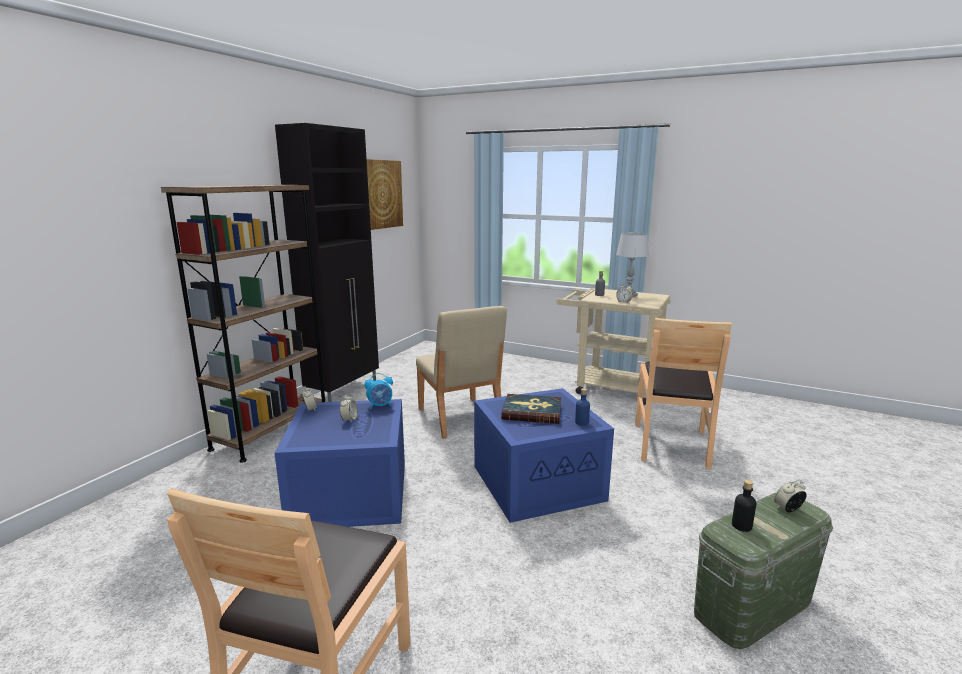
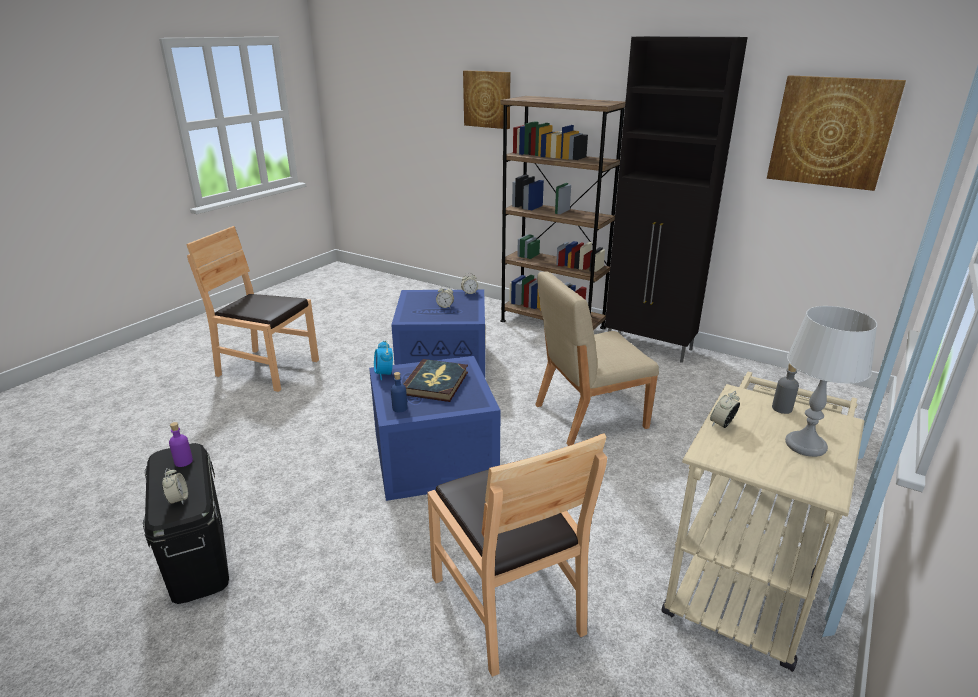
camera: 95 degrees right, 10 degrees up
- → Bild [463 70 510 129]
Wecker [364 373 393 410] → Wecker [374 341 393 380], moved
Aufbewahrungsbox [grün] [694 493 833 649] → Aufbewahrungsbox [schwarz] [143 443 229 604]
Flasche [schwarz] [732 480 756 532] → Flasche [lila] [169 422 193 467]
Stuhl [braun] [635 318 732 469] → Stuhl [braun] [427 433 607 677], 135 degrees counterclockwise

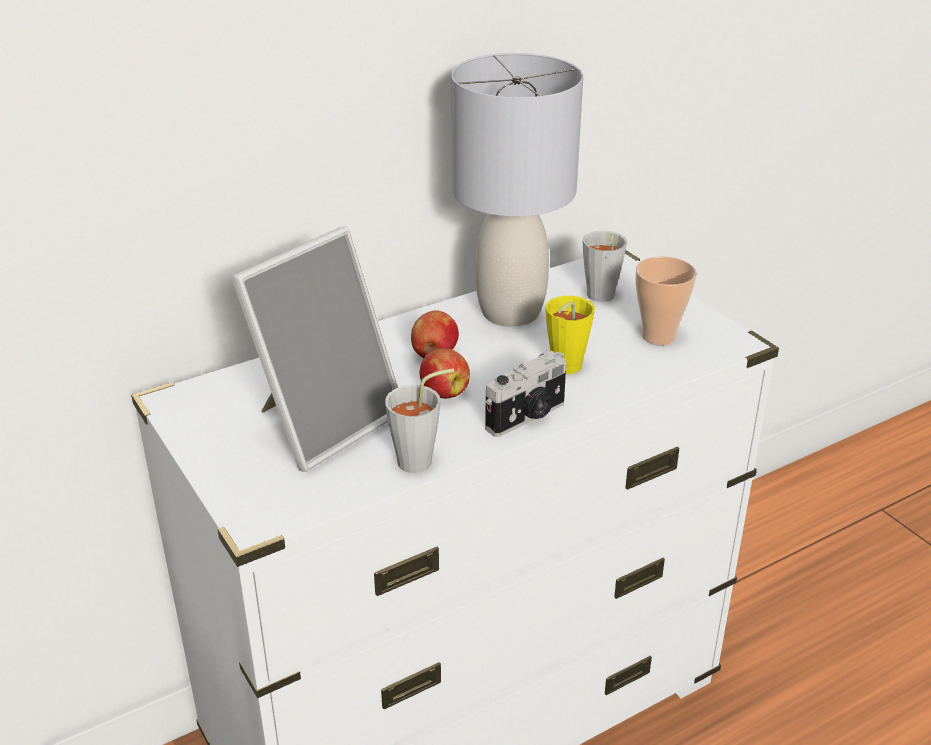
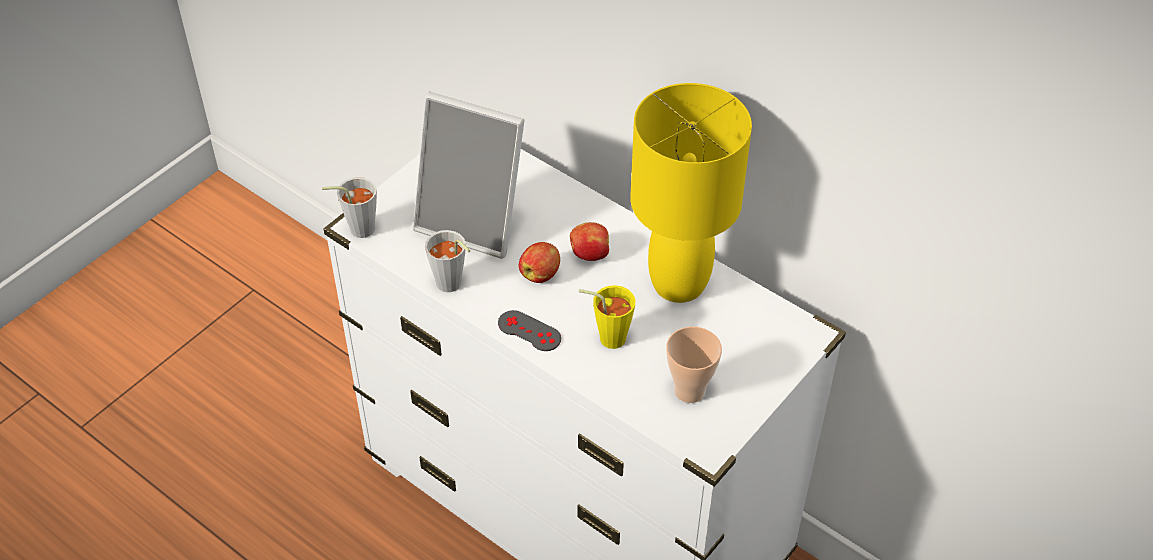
camera: 70 degrees right, 15 degrees up
Tasse [grau] [582 231 627 302] → Tasse [grau] [322 177 377 238], moved
Kamera [485 351 566 437] → Gamepad [grau] [498 310 561 351]
Tischlampe [grau] [451 53 583 327] → Tischlampe [gelb] [631 83 752 303]

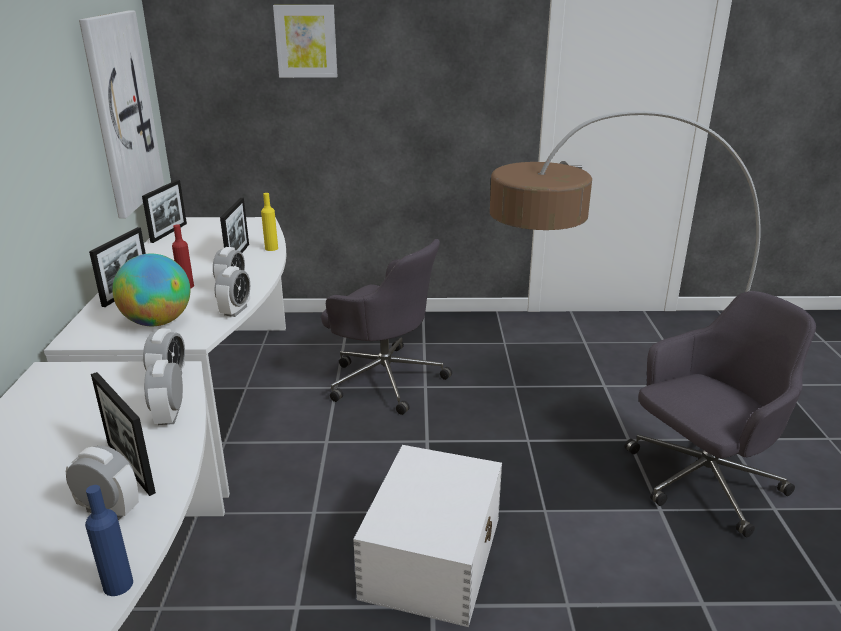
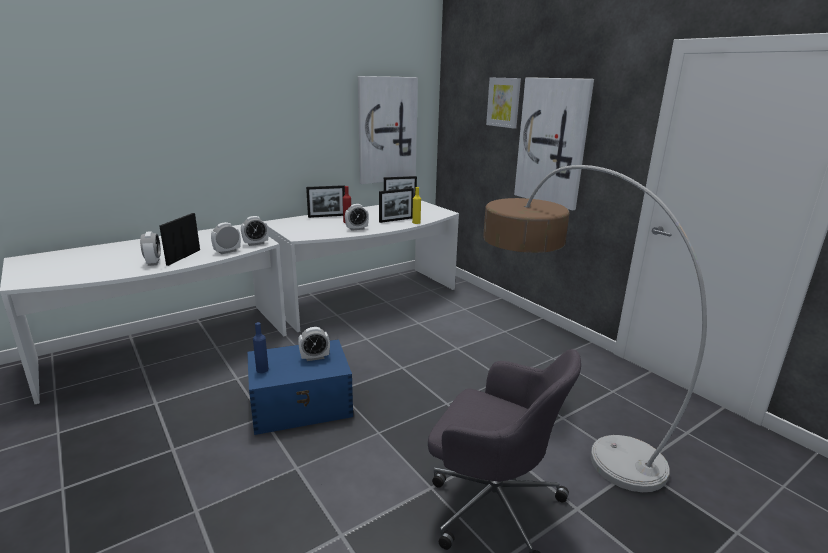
camera: 55 degrees right, 5 degrees down
Globus [112 254 190 326] → -
Bürostuhl [grau] [321 239 452 415] → -
- → Bild [514 77 594 210]
Flasche [blau] [85 485 133 596] → Flasche [blau] [253 322 269 373], moved
Wecker [215 266 250 317] → Wecker [298 327 330 361], moved
Aufbewahrungsbox [weiß] [353 445 502 627] → Aufbewahrungsbox [blau] [247 339 353 435]

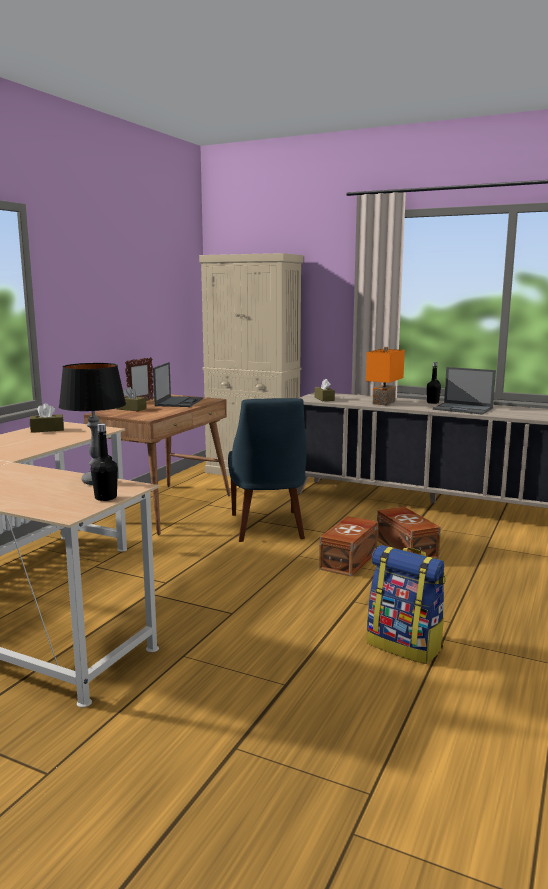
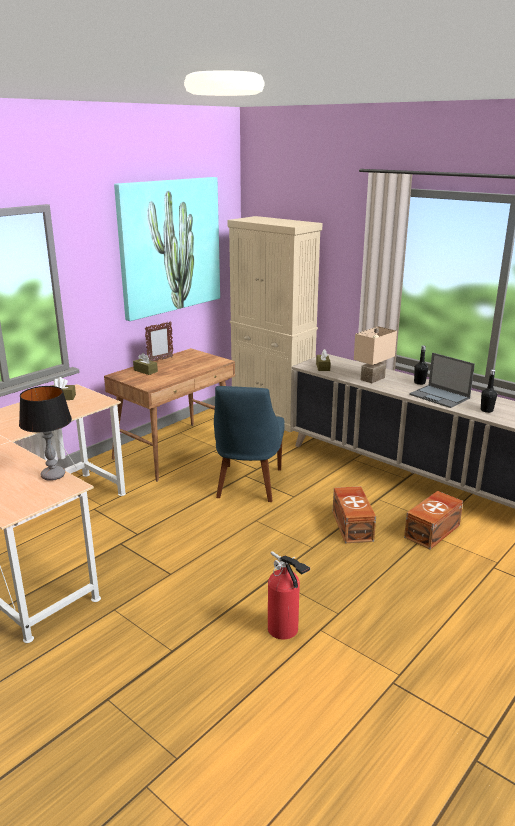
camera: 15 degrees right, 10 degrees up
Laptop [153 362 203 407] → -
- → Bild [114 177 220 321]
Flasche [schwarz] [91 423 118 501] → Flasche [schwarz] [481 369 497 413], moved
Aufbewahrungsbox [braun] [319 516 378 577] → Aufbewahrungsbox [braun] [404 491 463 549], moved
Rucksack [367 545 446 664] → Feuerlöscher [268 551 310 639]
Tischlampe [orange] [366 347 405 405] → Tischlampe [beige] [354 326 397 383]

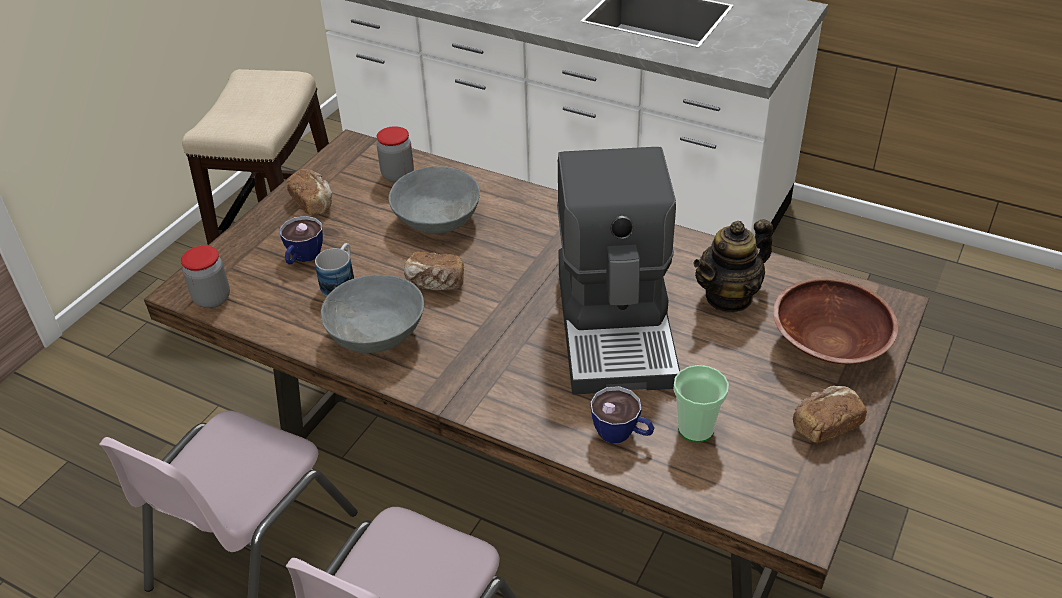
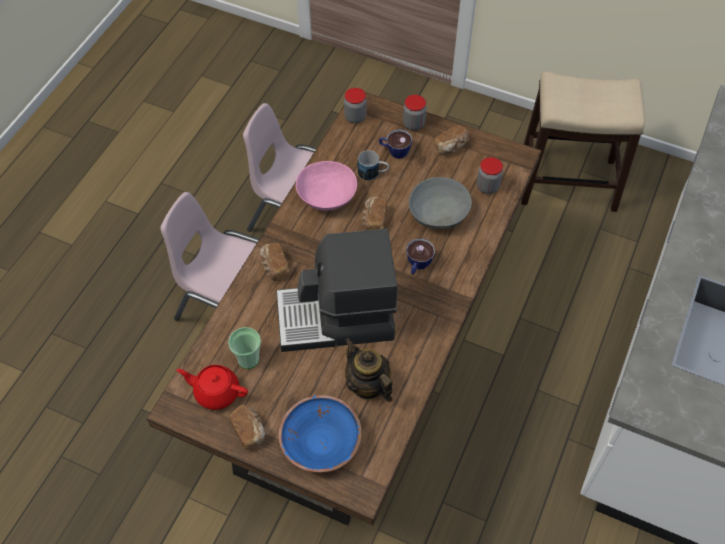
camera: 85 degrees right, 15 degrees up
- → Teekanne [rot] [177 365 248 410]
- → Brot [260 243 290 281]
- → Vorratsglas [403 95 426 131]
Tasse [590 386 654 443] → Tasse [406 239 435 275], moved
Schüssel [grau] [321 275 424 353] → Schüssel [rosa] [296 161 357 211]
Schüssel [braun] [773 277 898 364] → Schüssel [blau] [278 395 362 472]

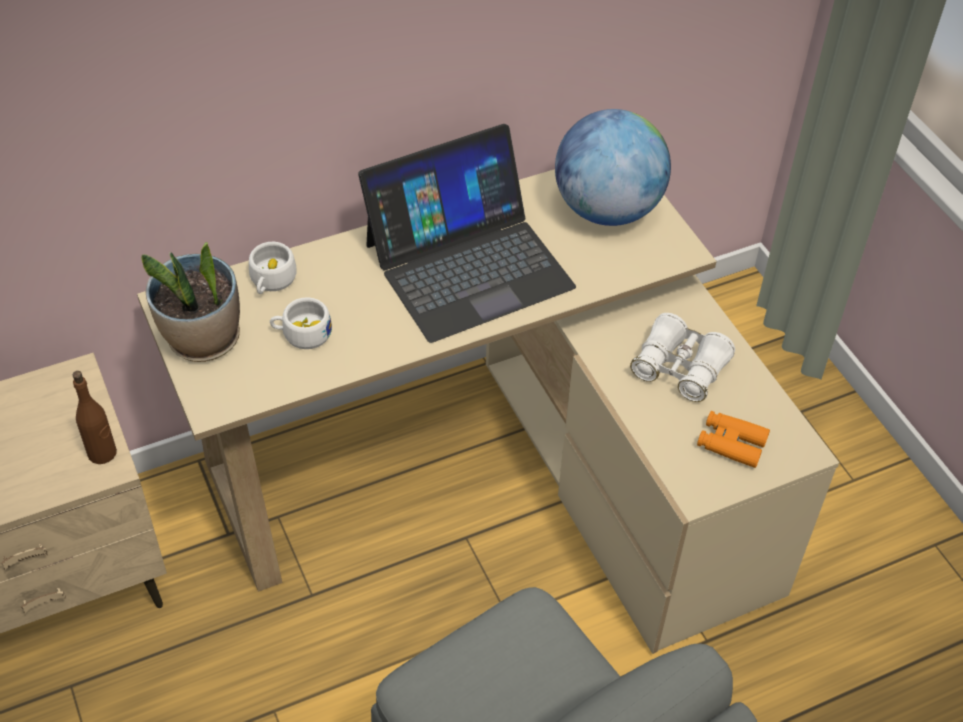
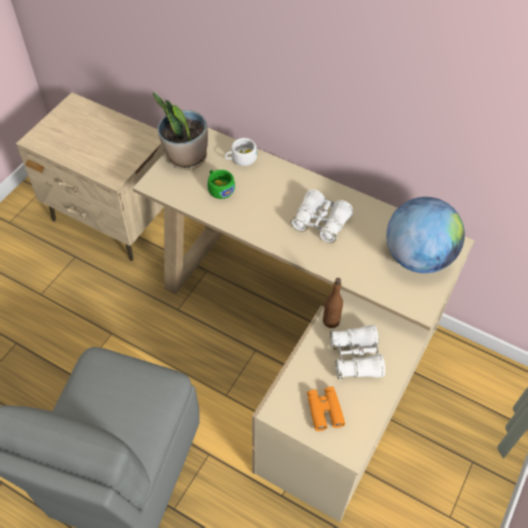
camera: 55 degrees right, 5 degrees up
Flasche [braun] [73 371 117 464] → Flasche [braun] [323 278 343 328], moved
Laptop [358 124 576 343] → Fernglas [weiß] [291 189 353 243]
Tasse [weiß] [270 297 332 349] → Tasse [grün] [208 170 235 199]

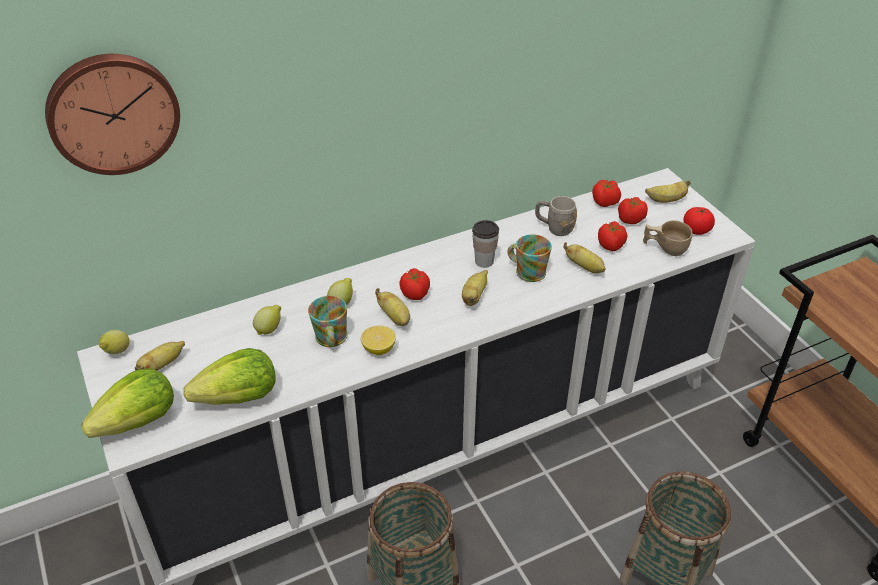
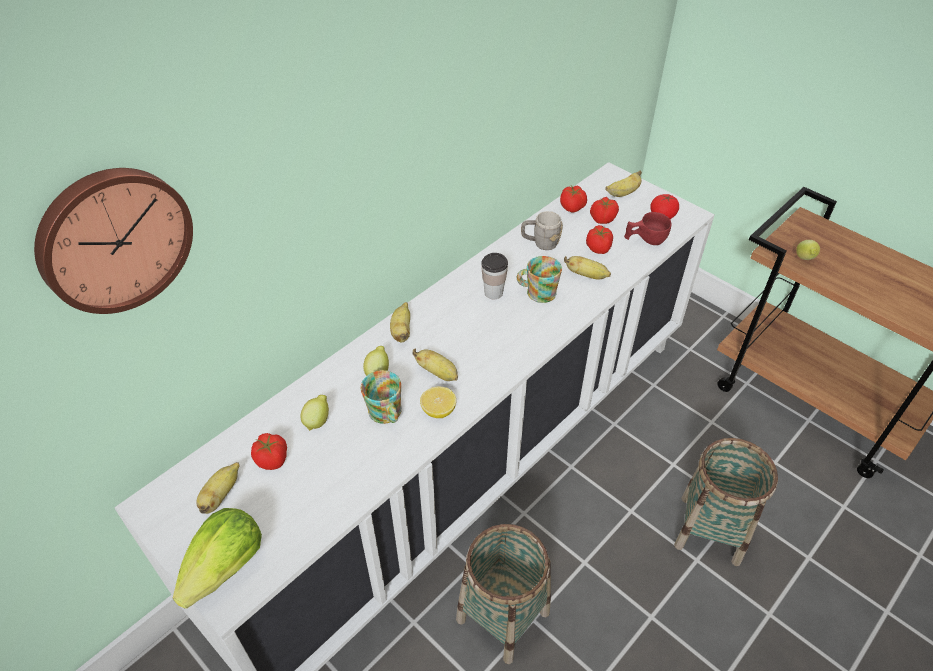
camera: 20 degrees left, 5 degrees up
Salatkopf [184 348 276 405] → -
Zitrone [99 330 130 354] → Zitrone [796 240 820 260], moved
Tomate [399 268 430 300] → Tomate [251 433 287 470], moved
Banane [462 270 488 306] → Banane [390 302 410 342], moved
Tasse [beige] [643 220 692 256] → Tasse [rot] [624 212 671 245]

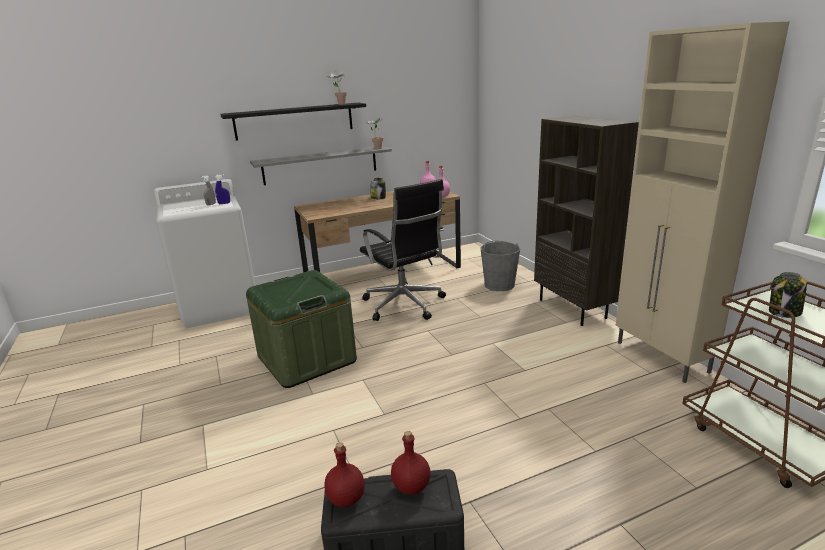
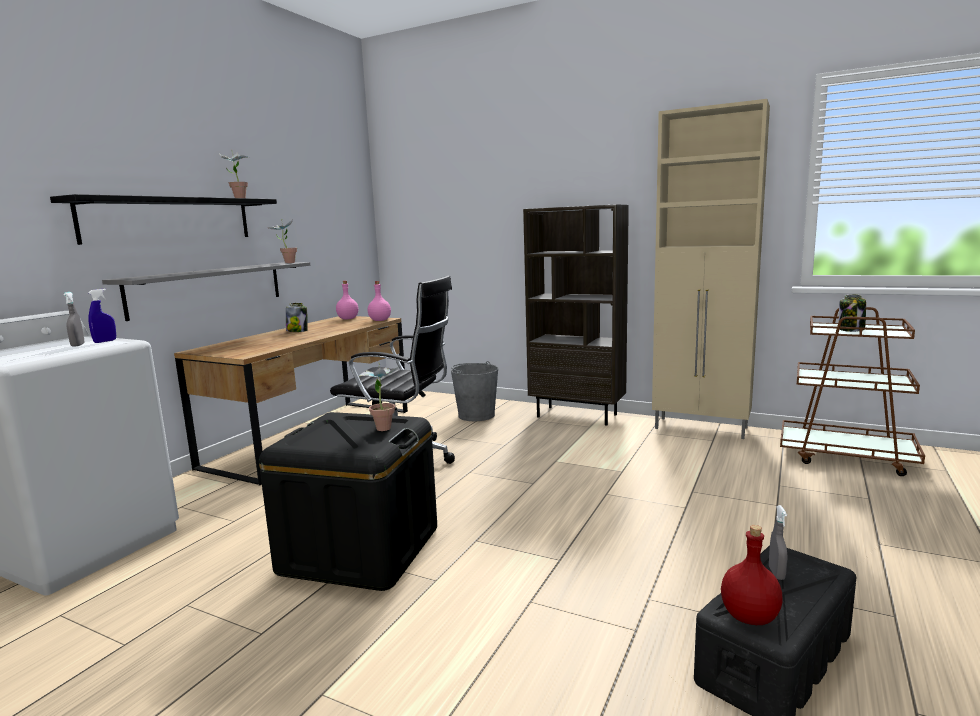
camera: 40 degrees left, 10 degrees down
- → Topfpflanze [358 363 398 431]
Flasche [rot] [391 431 431 495] → Sprühflasche [grau] [769 505 787 580]
Aufbewahrungsbox [grün] [246 270 357 388] → Aufbewahrungsbox [schwarz] [259 412 437 591]

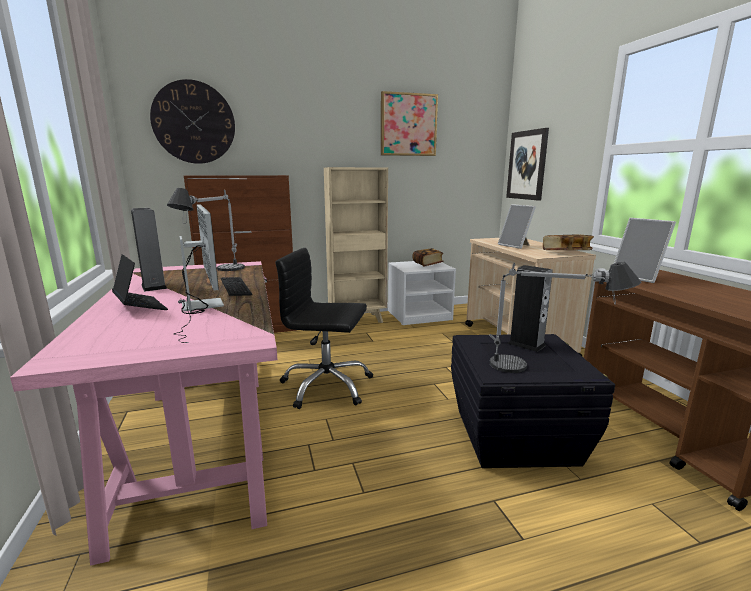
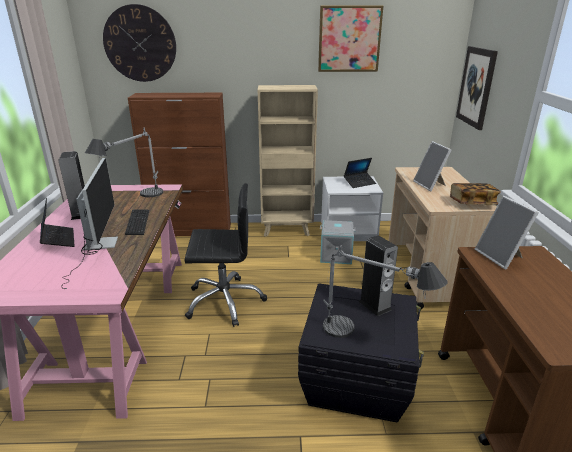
camera: 15 degrees right, 10 degrees up
- → Aufbewahrungsbox [grau] [320 220 356 264]
Buch [413 248 444 266] → Laptop [344 158 376 188]
Bürostuhl [schwarz] [275 248 373 409] → Bürostuhl [schwarz] [185 183 267 327], 150 degrees clockwise

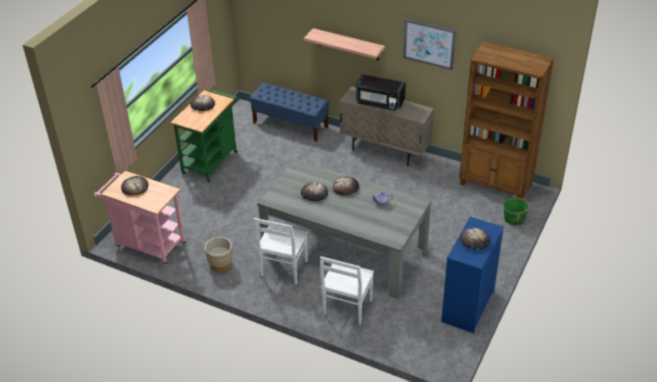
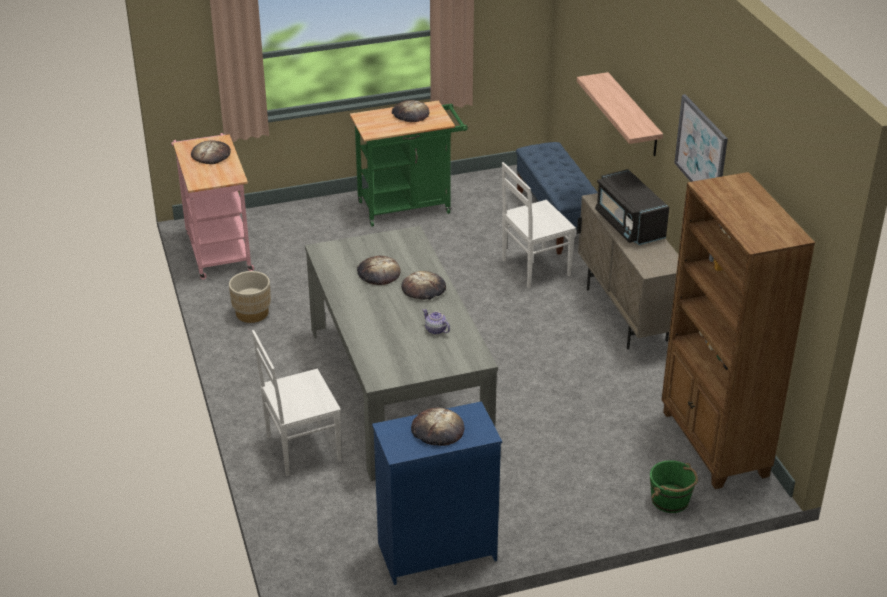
camera: 45 degrees right, 5 degrees down
Stuhl [weiß] [254 218 308 284] → Stuhl [weiß] [502 162 576 288], moved

